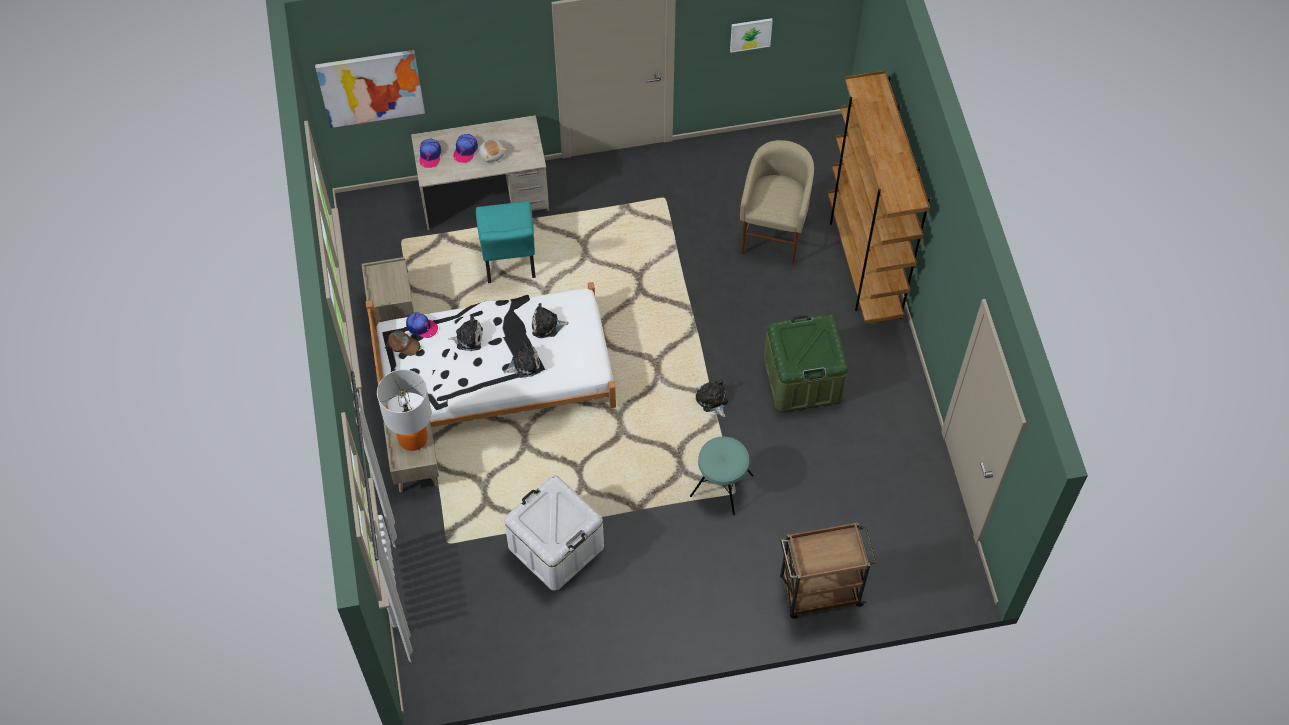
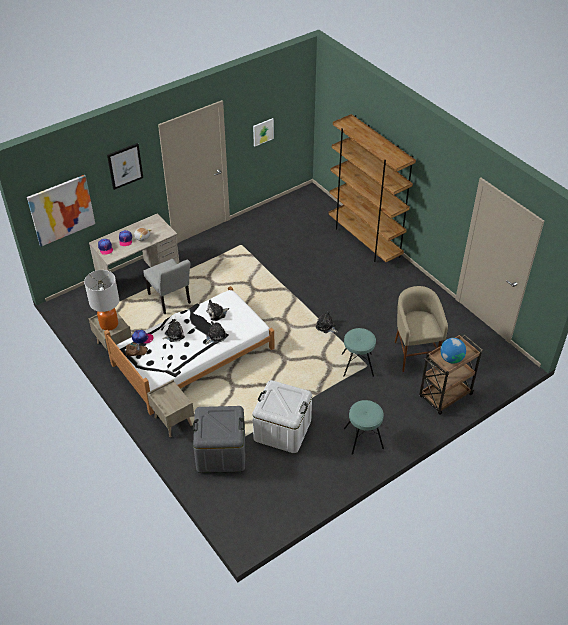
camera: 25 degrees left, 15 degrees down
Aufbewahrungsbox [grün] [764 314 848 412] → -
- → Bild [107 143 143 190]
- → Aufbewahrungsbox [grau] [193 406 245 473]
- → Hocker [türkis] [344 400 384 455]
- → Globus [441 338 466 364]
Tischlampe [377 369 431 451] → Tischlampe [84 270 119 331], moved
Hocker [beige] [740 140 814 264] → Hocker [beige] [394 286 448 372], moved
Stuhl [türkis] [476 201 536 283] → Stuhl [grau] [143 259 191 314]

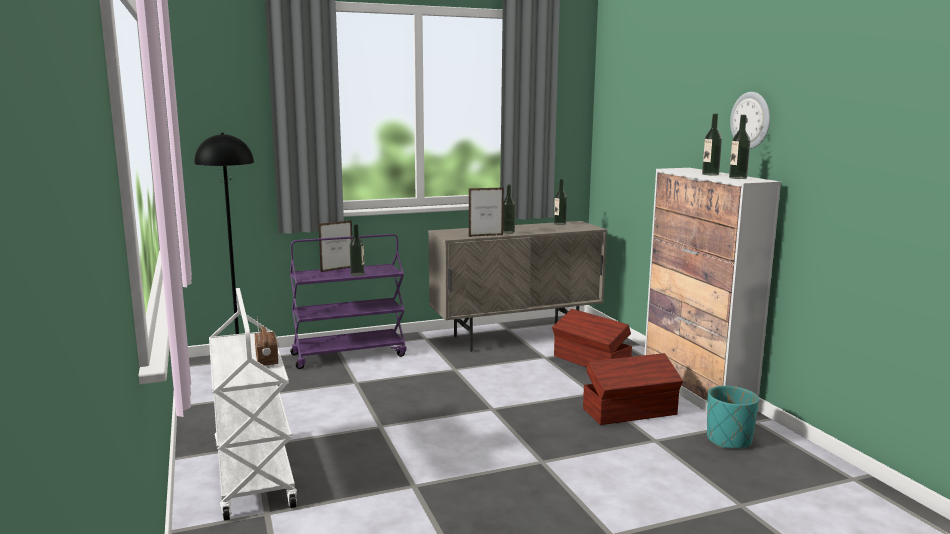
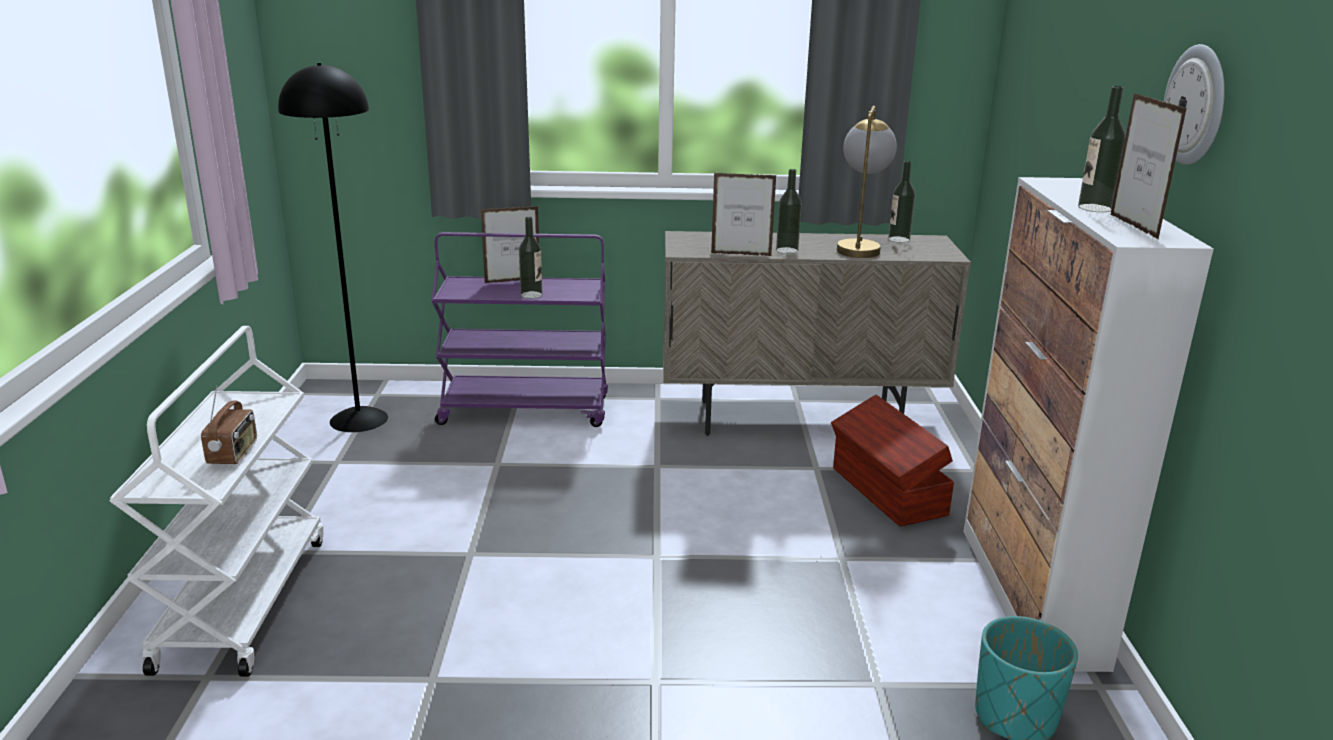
camera: 20 degrees right, 10 degrees up
Aufbewahrungsbox [braun] [583 353 683 425] → -
- → Tischlampe [837 106 897 258]
Flasche [729 115 750 179] → Bilderrahmen [1111 93 1187 240]

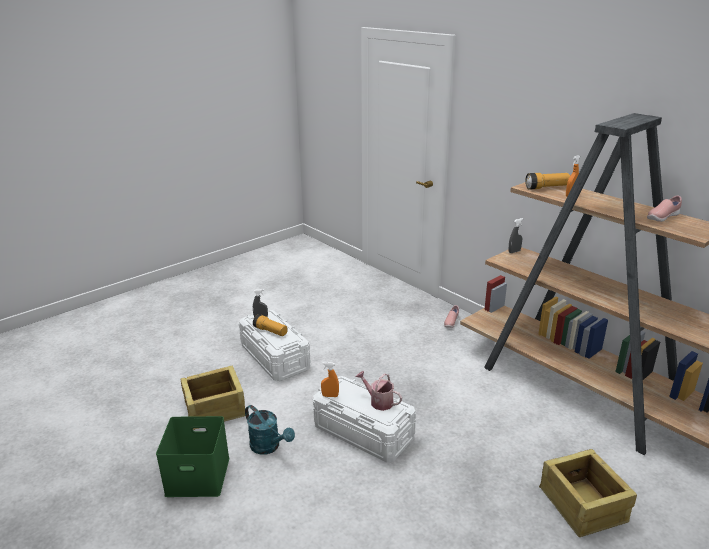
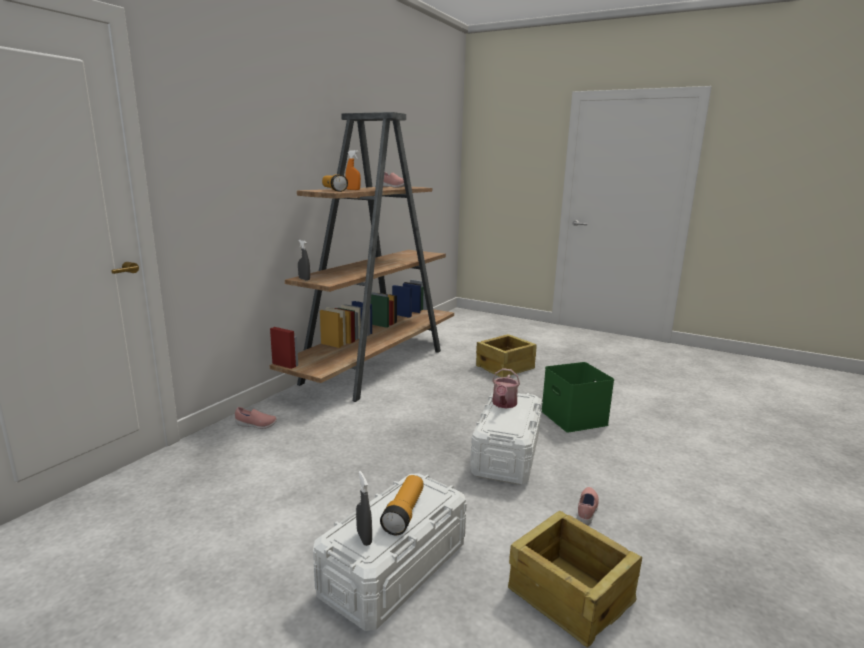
camera: 110 degrees left, 10 degrees down
Sprühflasche [orange] [321 362 339 397] → -
Aufbewahrungsbox [grün] [156 416 230 497] → Aufbewahrungsbox [grün] [542 362 614 433], moved
Gießkanne [türkis] [245 405 295 455] → Schuh [rosa] [577 487 599 526]

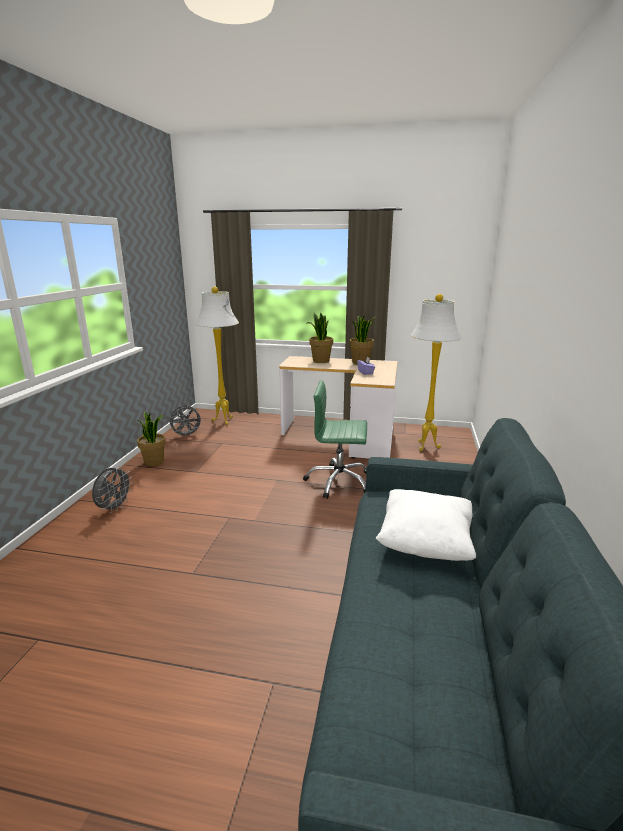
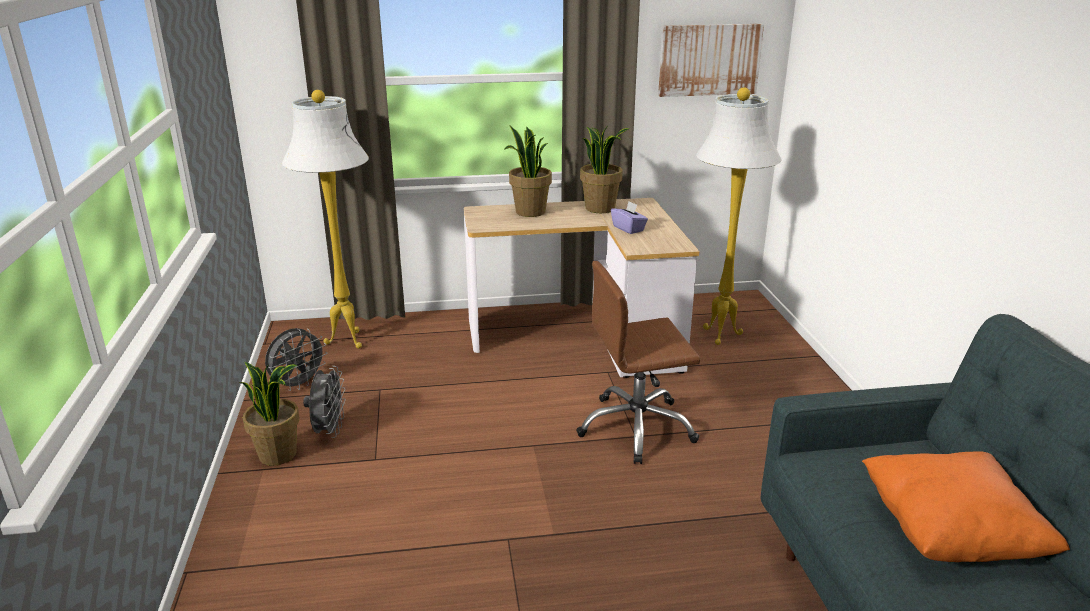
camera: 20 degrees left, 5 degrees up
- → Bild [658 24 764 97]
Ventilator [grau] [92 466 133 513] → Ventilator [grau] [303 366 346 438], moved
Bürostuhl [grün] [303 380 367 499] → Bürostuhl [braun] [576 261 700 464]
Kissen [weiß] [376 489 476 561] → Kissen [orange] [862 451 1070 562]

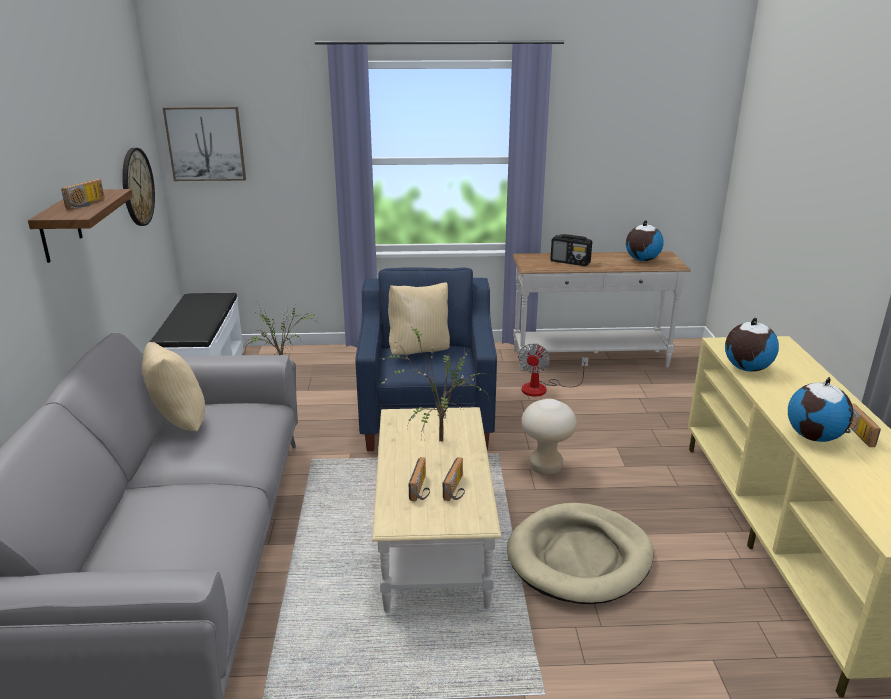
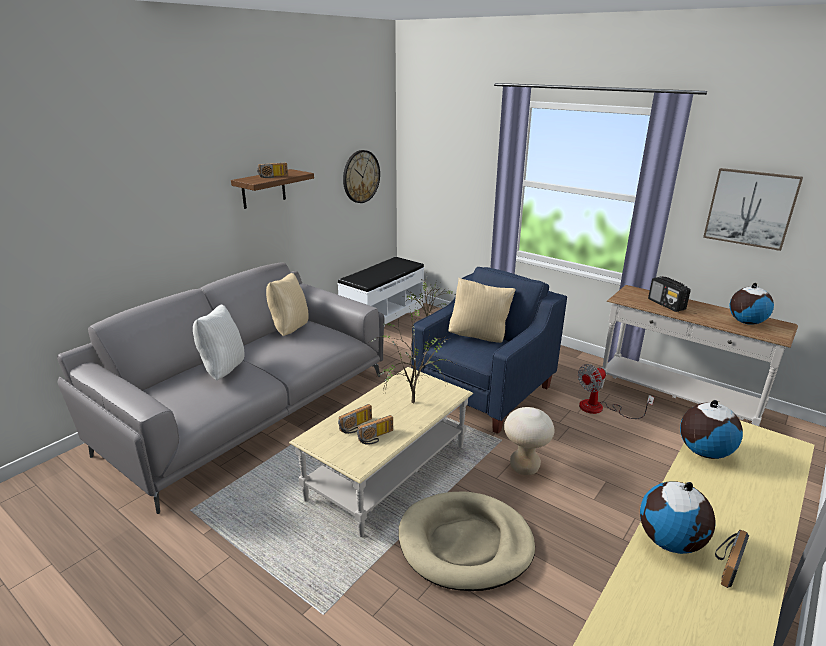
camera: 40 degrees right, 0 degrees up
- → Kissen [weiß] [193 305 245 380]
Bild [163 107 246 181] → Bild [703 168 803 251], moved

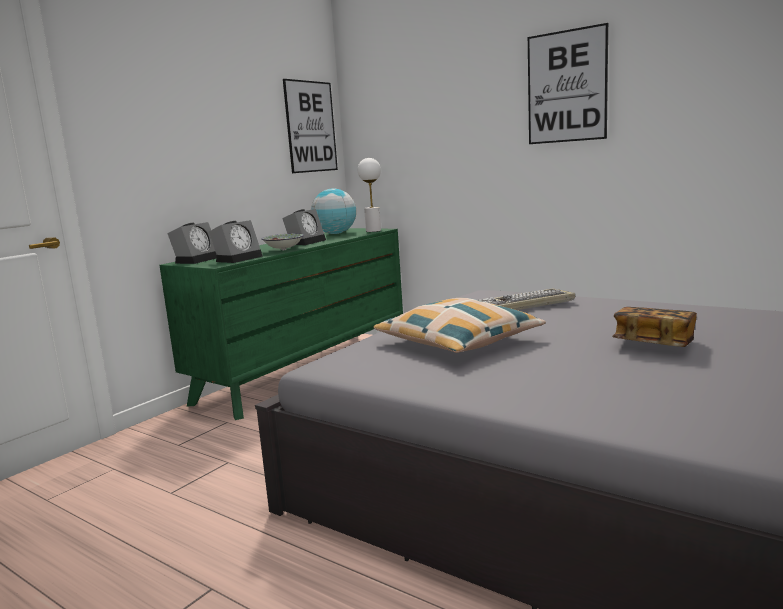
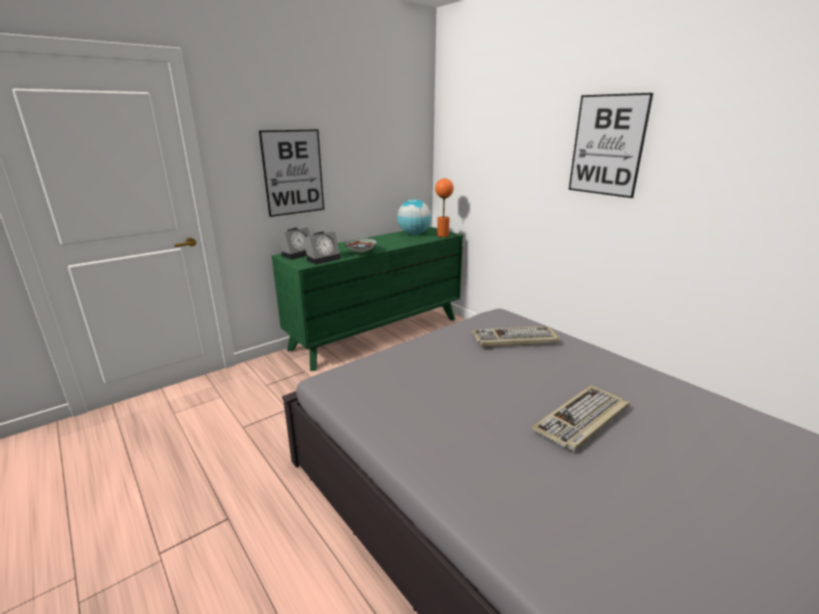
camera: 15 degrees right, 10 degrees up
Wecker [282 209 326 245] → -
Kissen [374 298 546 353] → -
Bild [283 79 338 173] → Bild [259 129 324 217], moved
Buch [612 307 697 347] → Tastatur [532 386 629 451]
Tischlampe [weiß] [358 158 381 232] → Tischlampe [orange] [435 178 454 237]

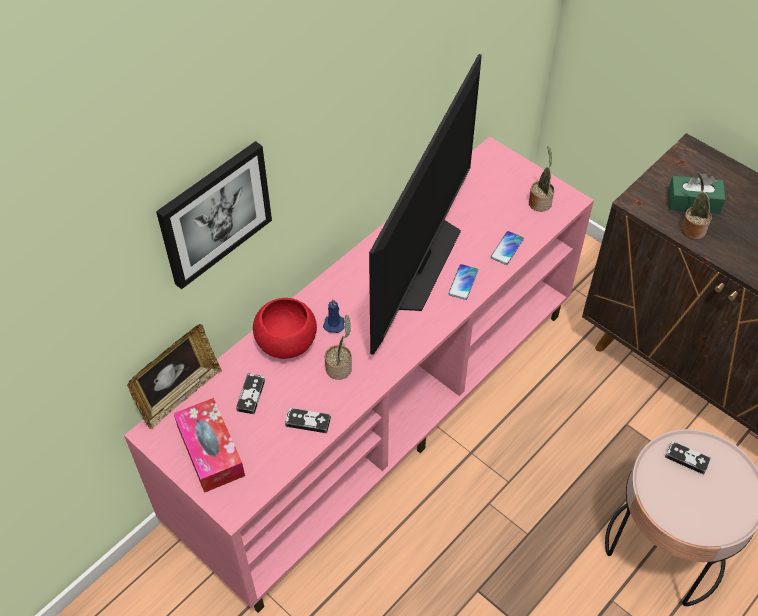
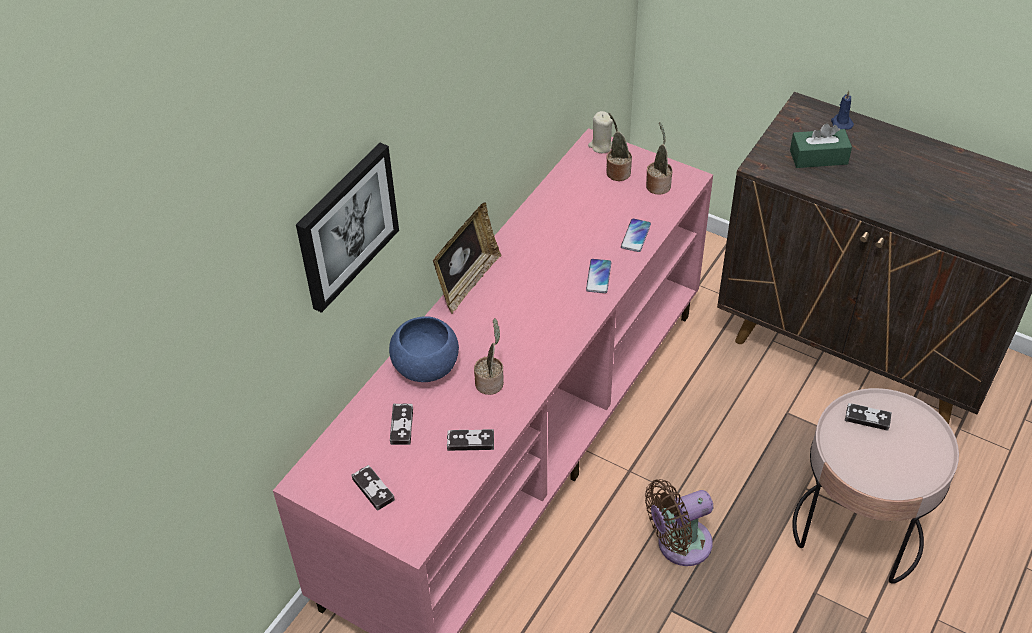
camera: 10 degrees left, 5 degrees down
Fernseher [369 54 482 355] → -
- → Kerze [beige] [588 111 613 154]
- → Ventilator [braun] [645 479 713 566]
Bilderrahmen [127 324 222 429] → Bilderrahmen [433 202 502 314], moved
Kerze [blau] [323 299 345 333] → Kerze [blau] [831 91 854 129], moved
Topfpflanze [681 172 712 240] → Topfpflanze [606 113 632 181], moved
Taschentuchbox [173 398 245 493] → Gamepad [352 465 395 511]
Schüssel [rot] [253 298 317 359] → Schüssel [blau] [389 316 459 382]

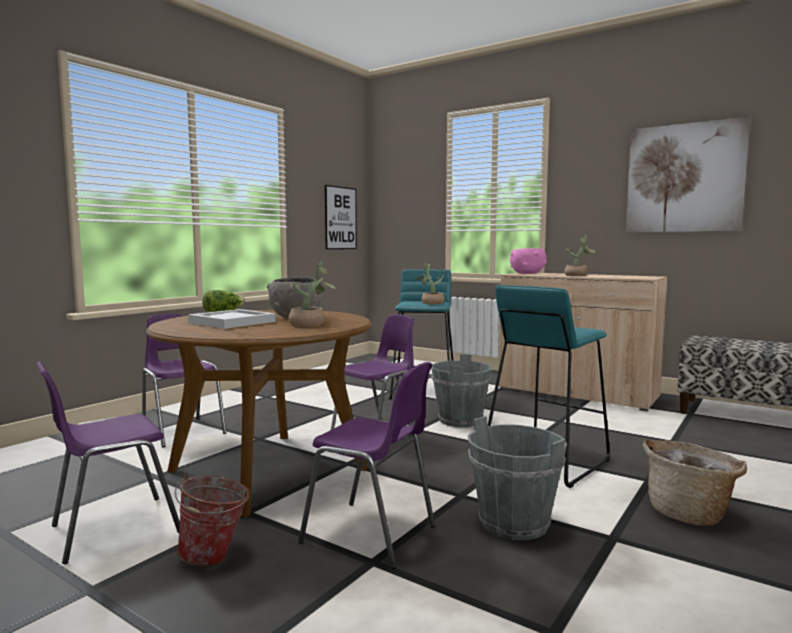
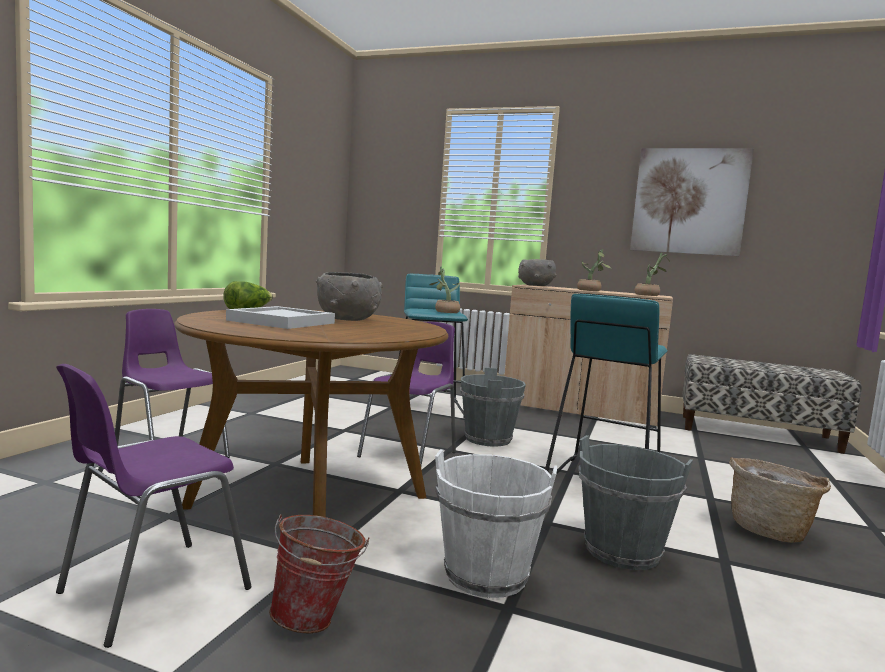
camera: 15 degrees left, 0 degrees up
Bild [325 185 357 249] → -
Topfpflanze [289 261 337 327] → Topfpflanze [635 253 670 296], moved
Stuhl [lila] [298 362 435 569] → Eimer [weiß] [435 449 557 598]
Schüssel [rosa] [510 248 547 274] → Schüssel [grau] [518 259 556 286]

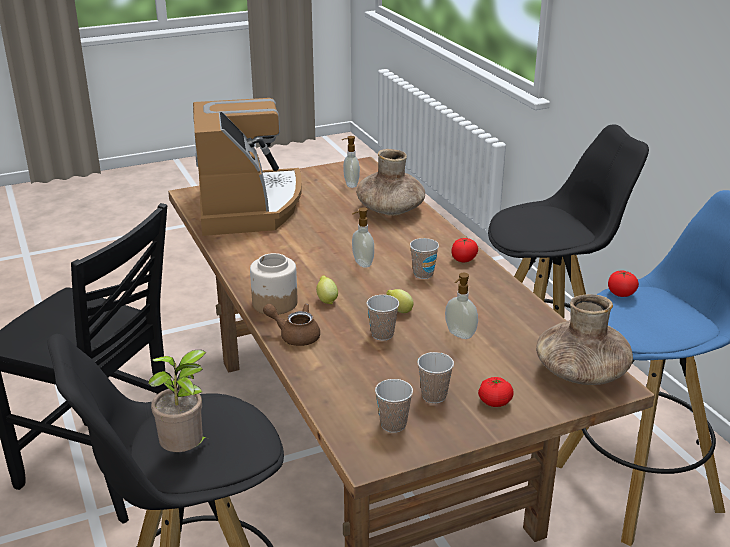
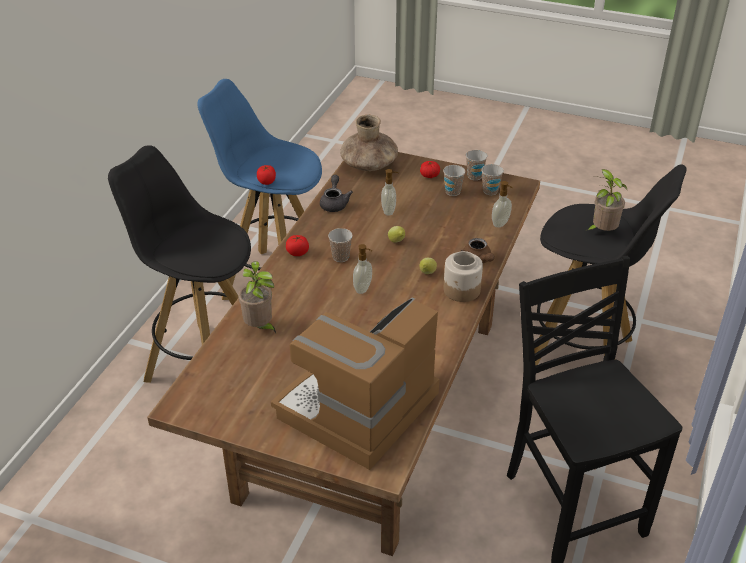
camera: 135 degrees left, 10 degrees up
- → Teekanne [grau] [320 175 353 212]
Seifenspender [342 136 360 188] → Seifenspender [492 181 513 228], moved
Tasse [367 295 399 341] → Tasse [466 150 487 180], moved
Vase [braun] [356 149 425 216] → Topfpflanze [238 261 276 333]

